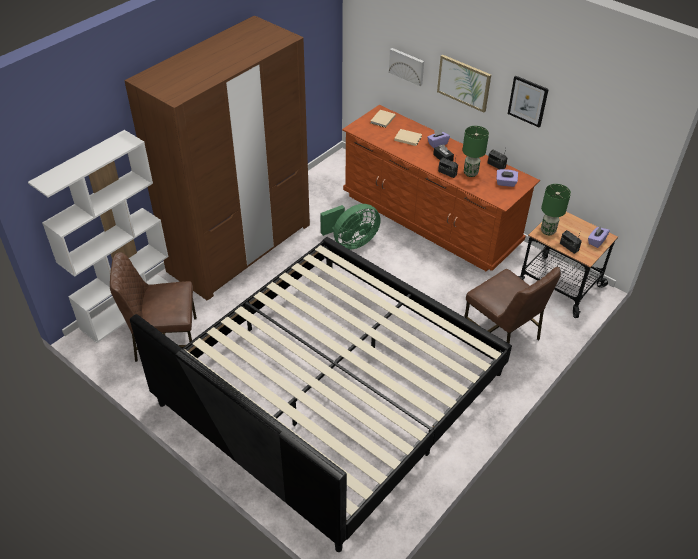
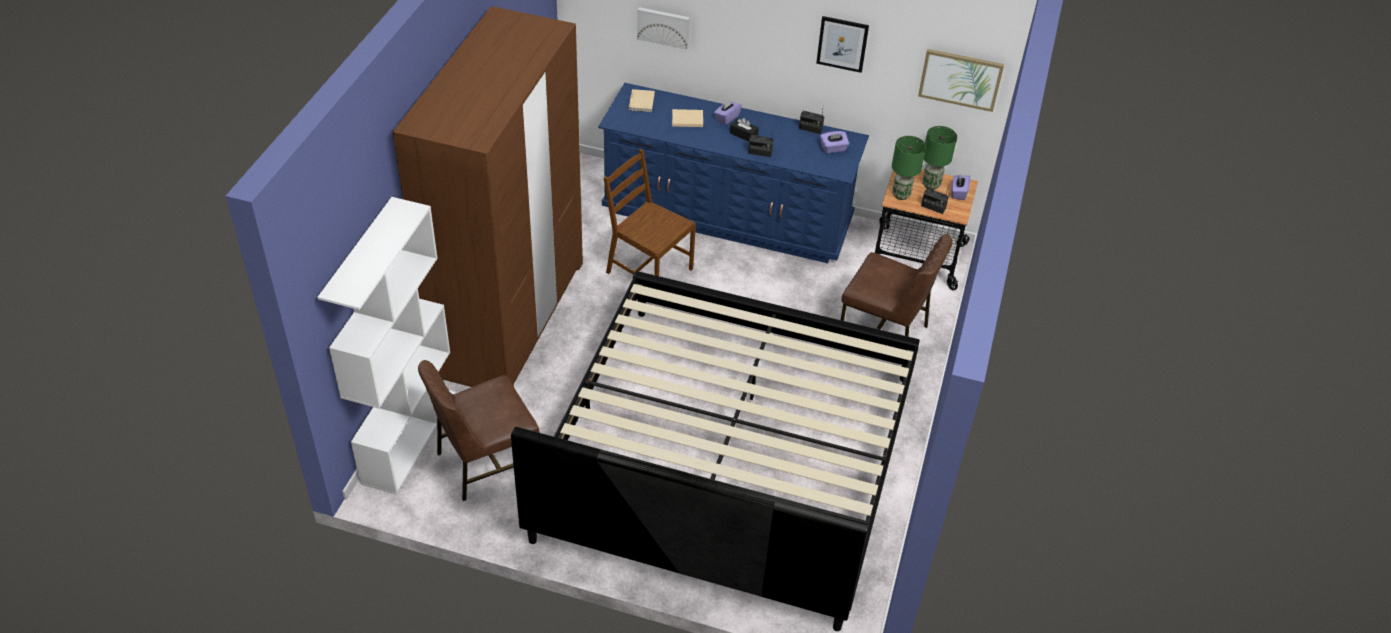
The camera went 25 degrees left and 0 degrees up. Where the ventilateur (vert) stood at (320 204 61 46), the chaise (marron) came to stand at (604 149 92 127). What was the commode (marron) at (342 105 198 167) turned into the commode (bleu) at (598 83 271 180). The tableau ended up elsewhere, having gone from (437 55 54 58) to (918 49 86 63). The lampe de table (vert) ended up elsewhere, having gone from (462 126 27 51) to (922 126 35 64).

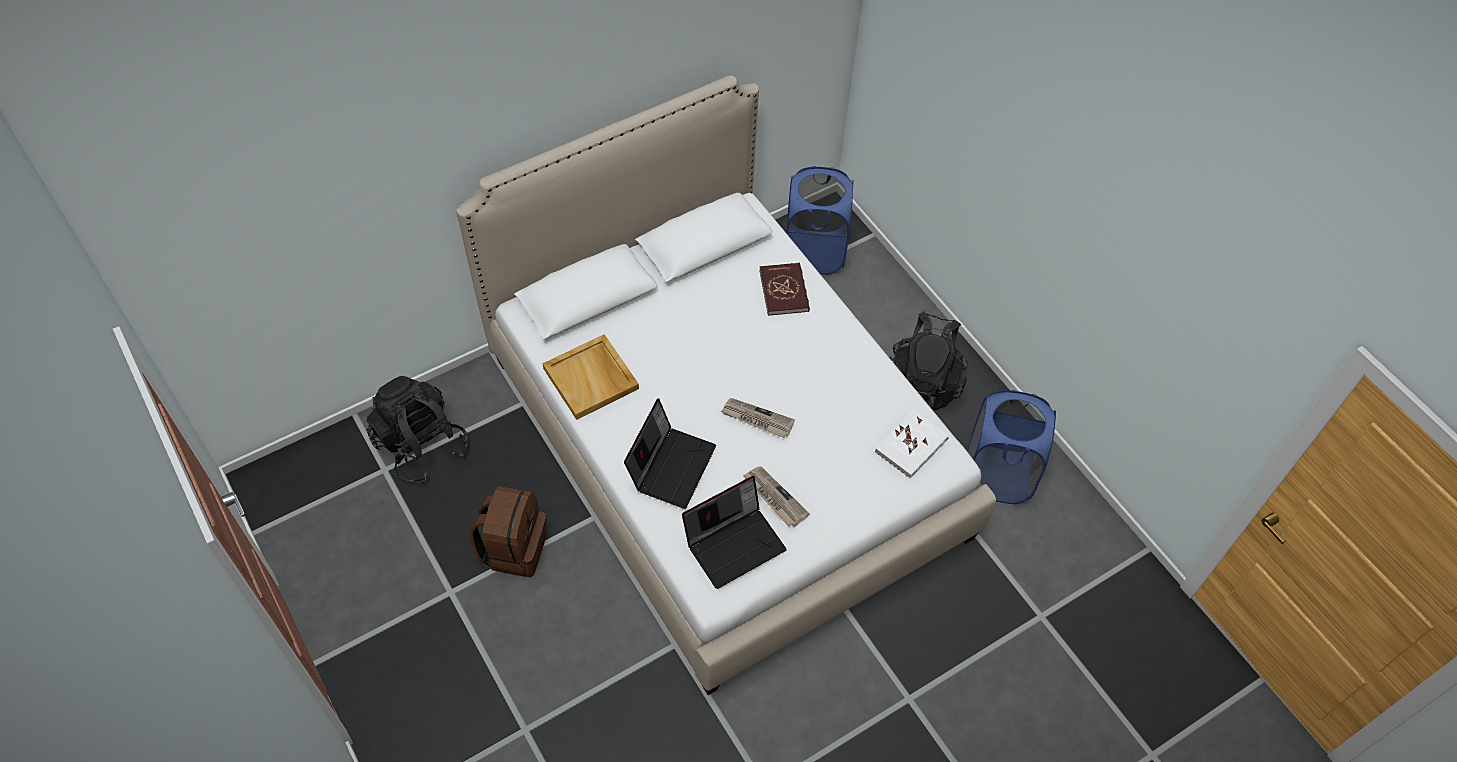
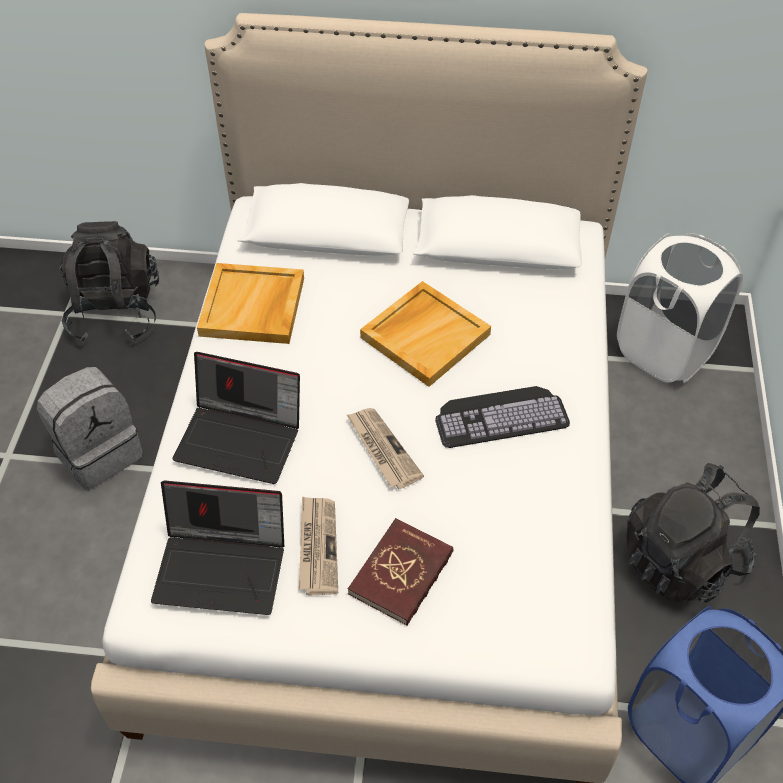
The camera went 40 degrees right and 5 degrees down. What was the sac à dos (marron) at (470 486 77 91) turned into the sac à dos (gris) at (37 367 106 123). The ordinateur portable at (624 398 92 111) ended up facing another way, 45 degrees clockwise from before. The livre (rouge) ended up elsewhere, having gone from (759 263 51 53) to (348 518 106 108). What was the panier à linge (bleu) at (786 166 68 109) turned into the panier à linge (blanc) at (617 233 126 150). The second view lost the livre (blanc) at (875 410 74 69). The second view gained the plateau (beige) at (360 281 131 106). The second view gained the clavier at (435 386 135 62).

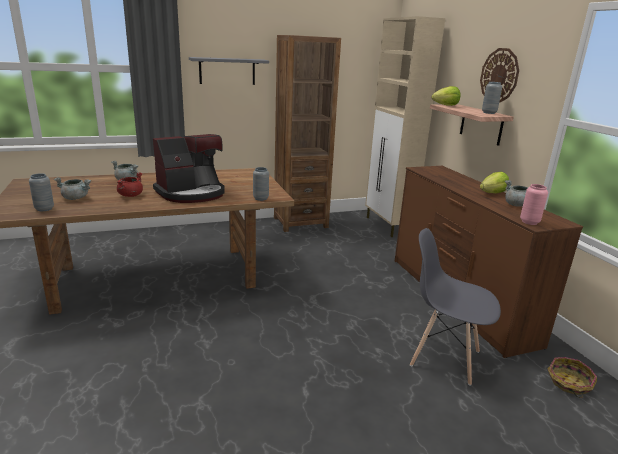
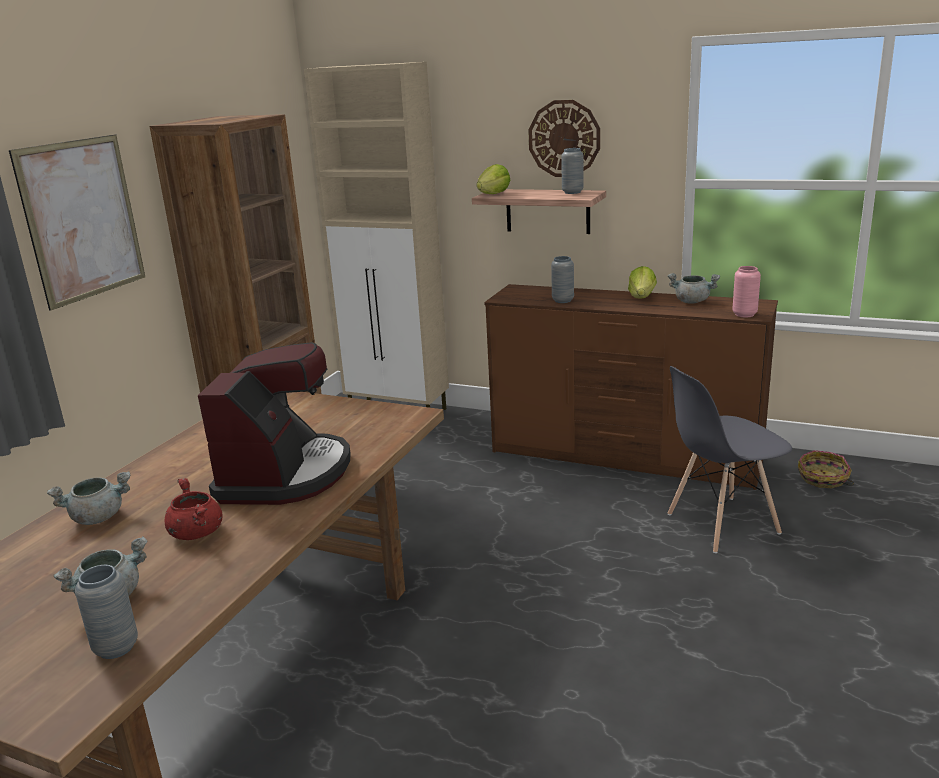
The camera went 45 degrees left and 0 degrees up. Where the étagère (gris) hung at (189 57 80 28), the tableau came to hang at (9 135 136 176). The vase (gris) ended up elsewhere, having gone from (253 167 16 34) to (551 256 23 47).

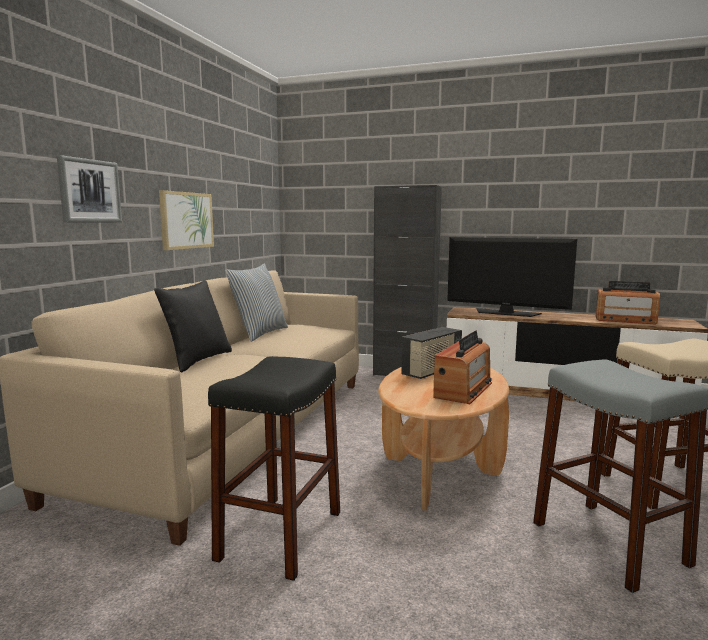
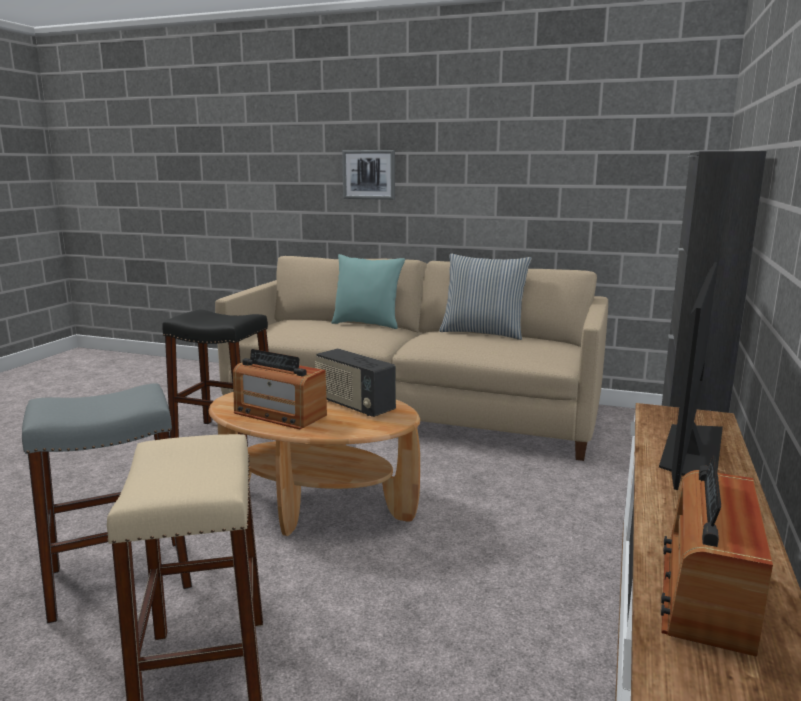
The camera went 90 degrees right and 5 degrees up. What was the coussin (noir) at (154 280 78 92) turned into the coussin (turquoise) at (331 254 74 75). The second view lost the tableau at (159 190 55 60).

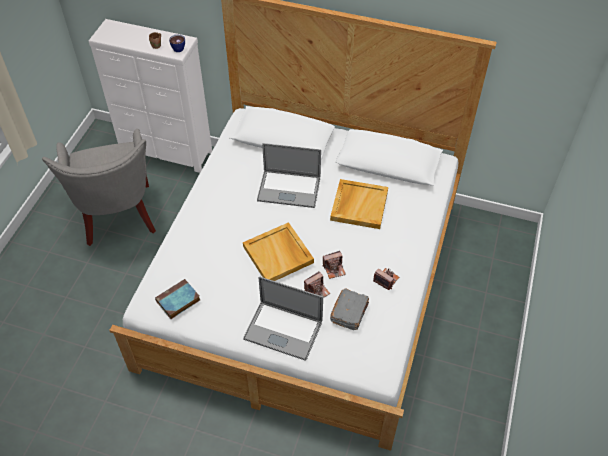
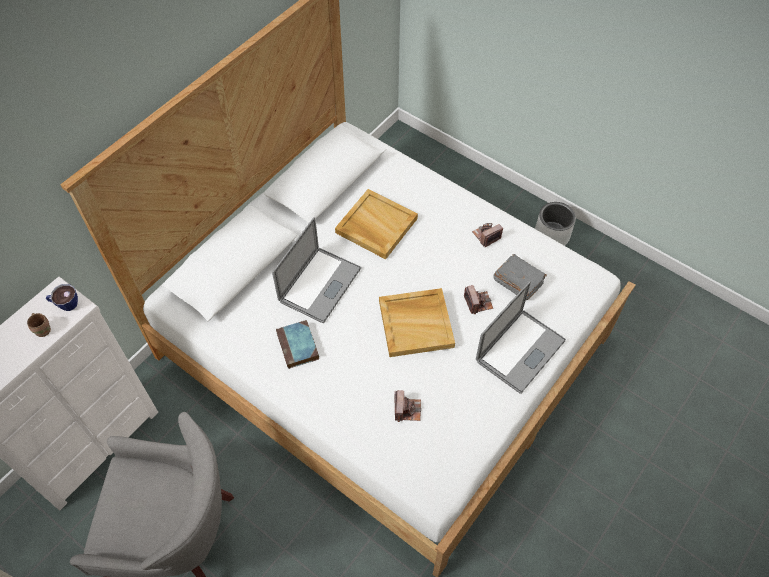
The camera went 70 degrees left and 5 degrees up. The livre ended up elsewhere, having gone from (155 279 45 40) to (276 320 43 49). The appareil photo ended up elsewhere, having gone from (323 251 23 28) to (395 390 26 32). The second view gained the cache-pot (gris) at (535 202 41 44).

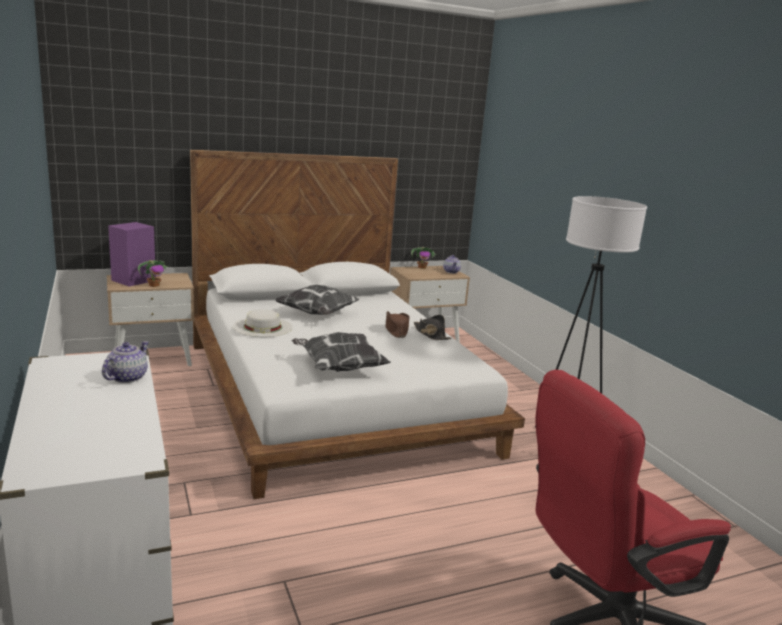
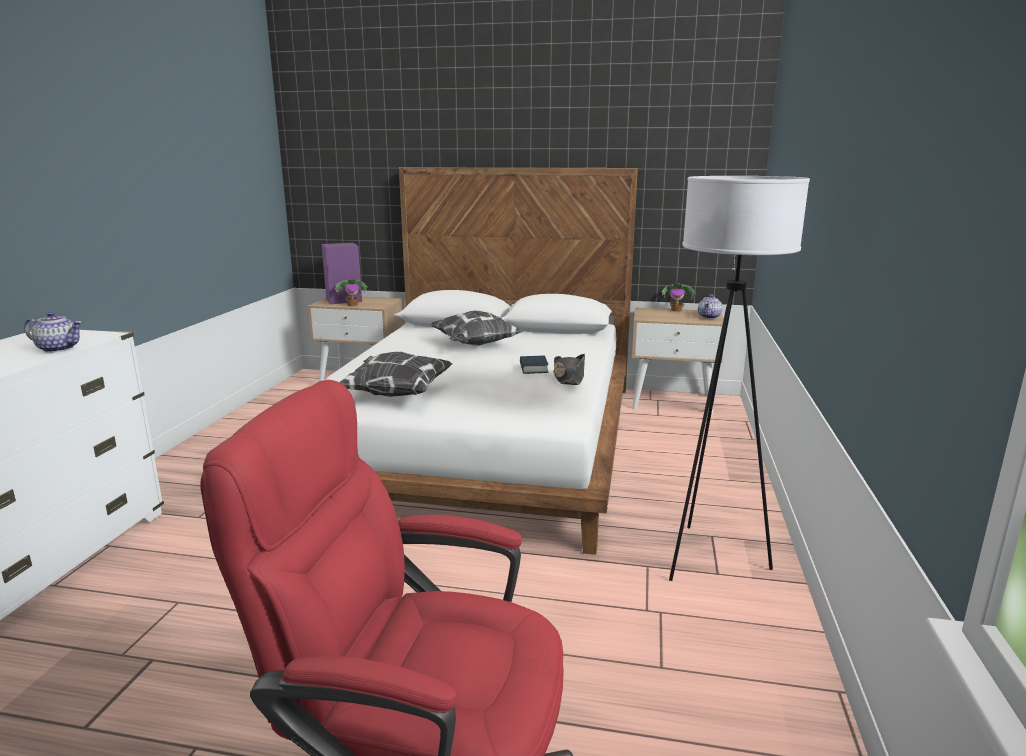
The camera went 35 degrees right and 0 degrees up. The théière at (102 341 47 42) ended up facing another way, 45 degrees clockwise from before. The second view lost the chapeau (blanc) at (233 309 60 28). Where the chapeau (marron) stood at (385 311 25 27), the livre came to stand at (520 356 29 18).

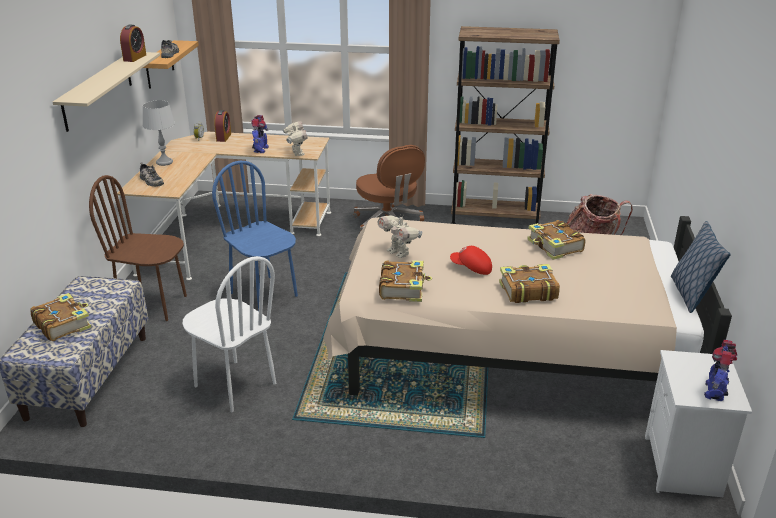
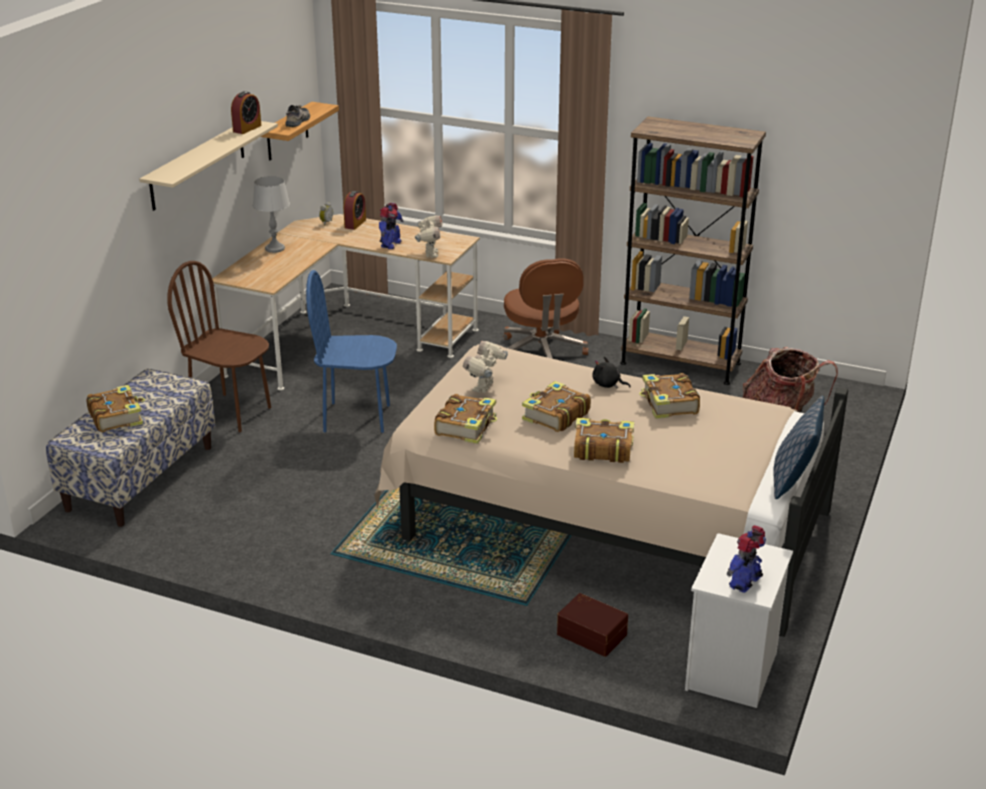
The camera went 15 degrees right and 0 degrees up. The second view lost the chaussure at (140 162 24 25). The second view lost the chaise (blanc) at (183 256 93 156). The chaise (bleu) at (212 161 86 150) ended up facing another way, 60 degrees counterclockwise from before. The robot jouet at (378 213 44 45) ended up facing another way, 45 degrees clockwise from before. Where the casquette (rouge) stood at (450 246 42 29), the livre came to stand at (522 381 69 51). The second view gained the boîte de rangement (marron) at (557 593 71 64). The second view gained the peluche (noir) at (592 357 38 32).

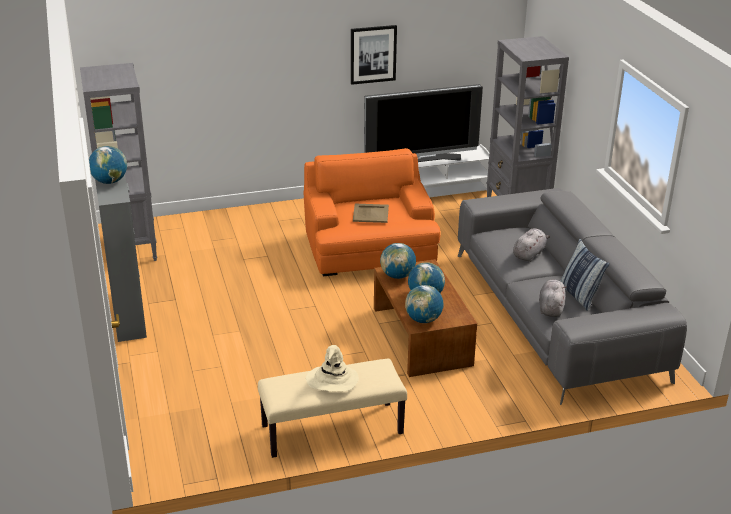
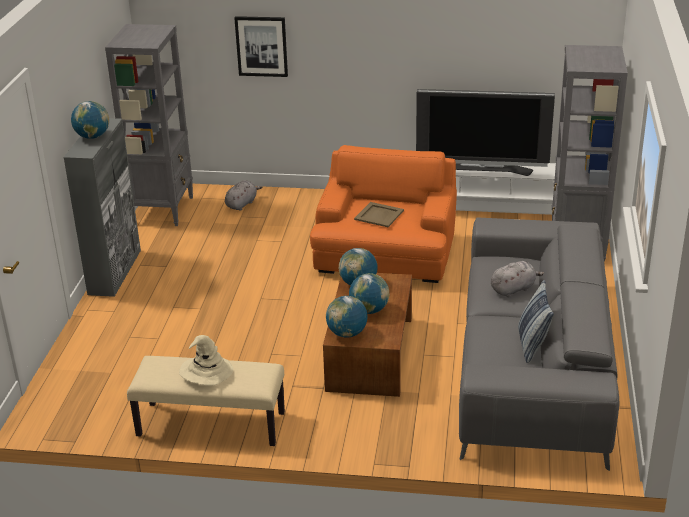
The camera went 25 degrees right and 0 degrees up. The tableau ended up elsewhere, having gone from (351 25 46 60) to (234 16 54 61). The peluche (gris) ended up elsewhere, having gone from (539 279 27 38) to (225 180 37 31).

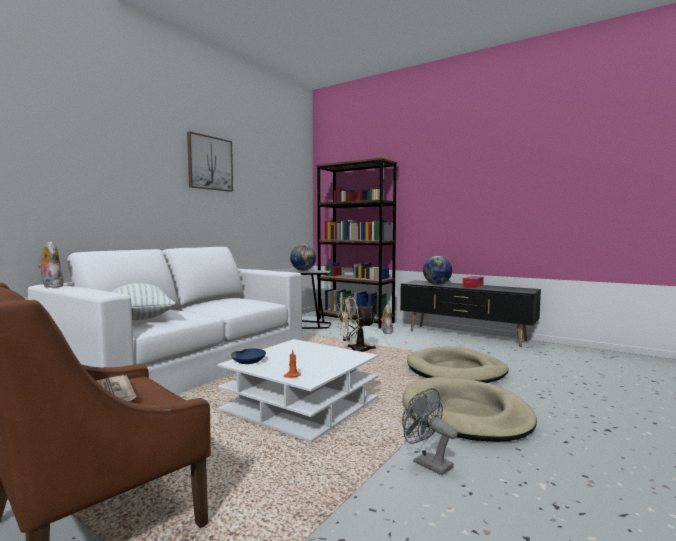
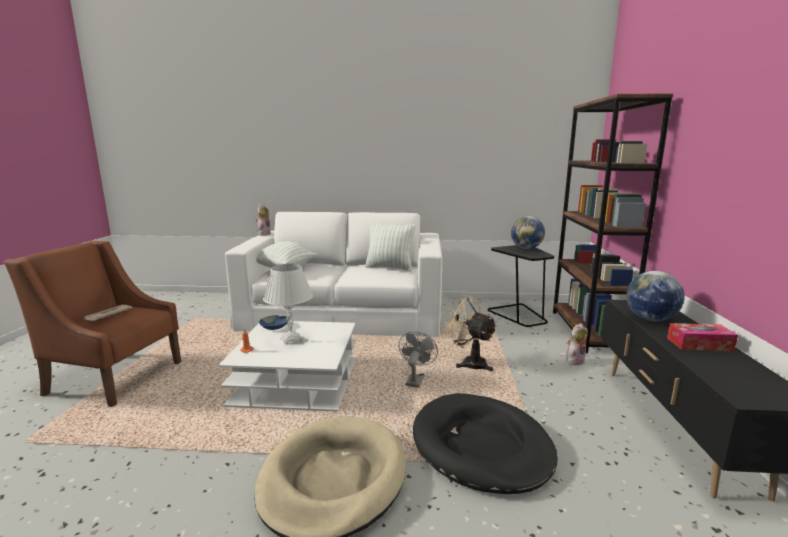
The camera went 60 degrees right and 10 degrees up. The second view lost the tableau at (187 131 46 61). The ventilateur (gris) ended up elsewhere, having gone from (402 388 56 87) to (398 331 40 57). What was the panier pour chien (beige) at (407 346 102 37) turned into the panier pour chien (noir) at (413 393 145 101). The second view gained the lampe de table (blanc) at (263 264 50 82). The second view gained the coussin at (365 222 50 49).

